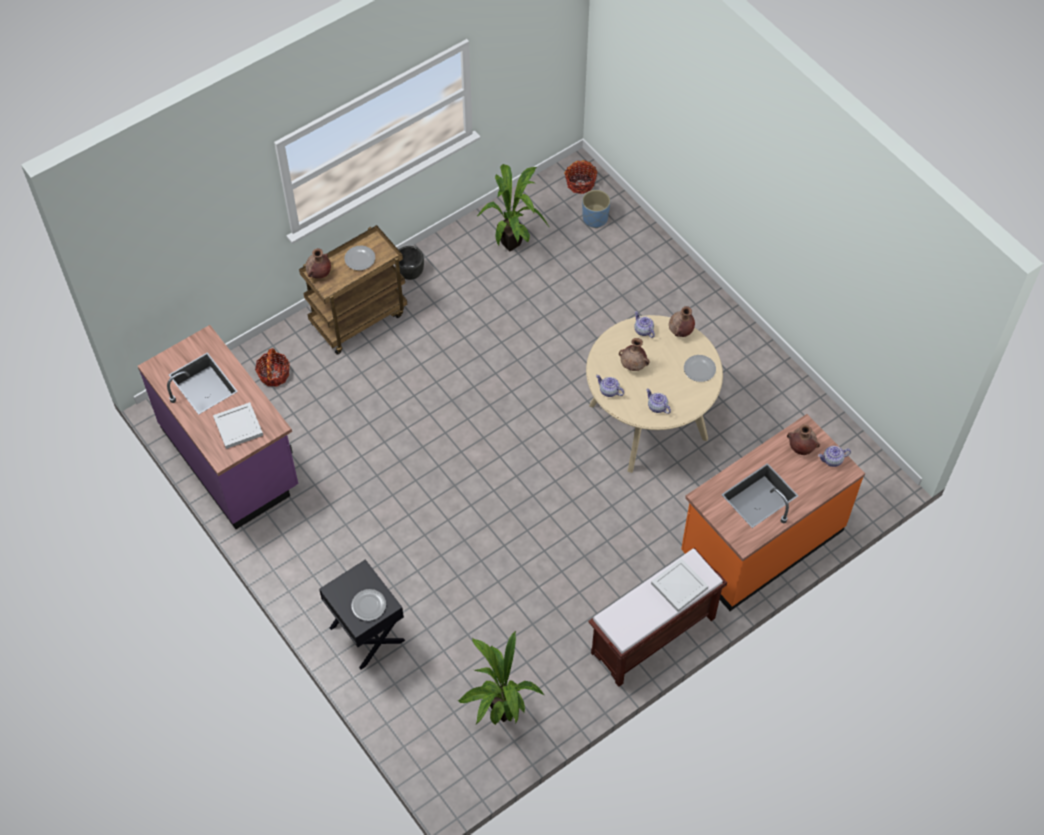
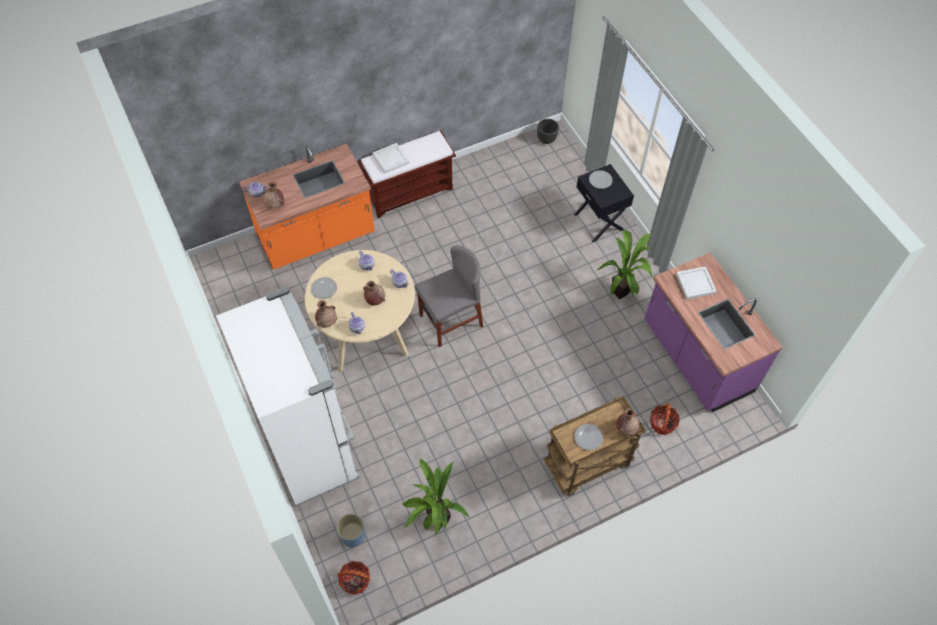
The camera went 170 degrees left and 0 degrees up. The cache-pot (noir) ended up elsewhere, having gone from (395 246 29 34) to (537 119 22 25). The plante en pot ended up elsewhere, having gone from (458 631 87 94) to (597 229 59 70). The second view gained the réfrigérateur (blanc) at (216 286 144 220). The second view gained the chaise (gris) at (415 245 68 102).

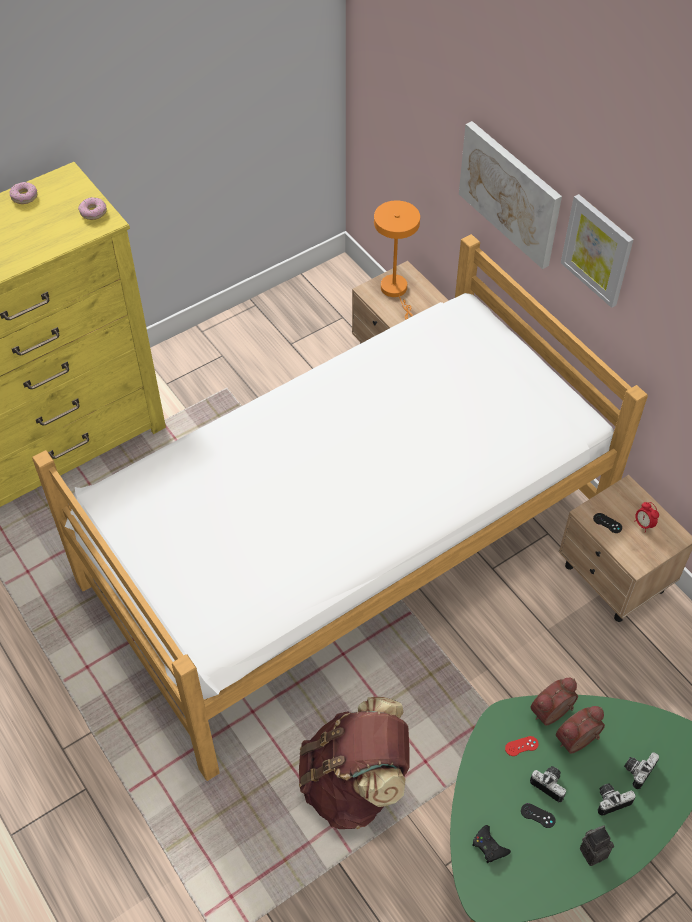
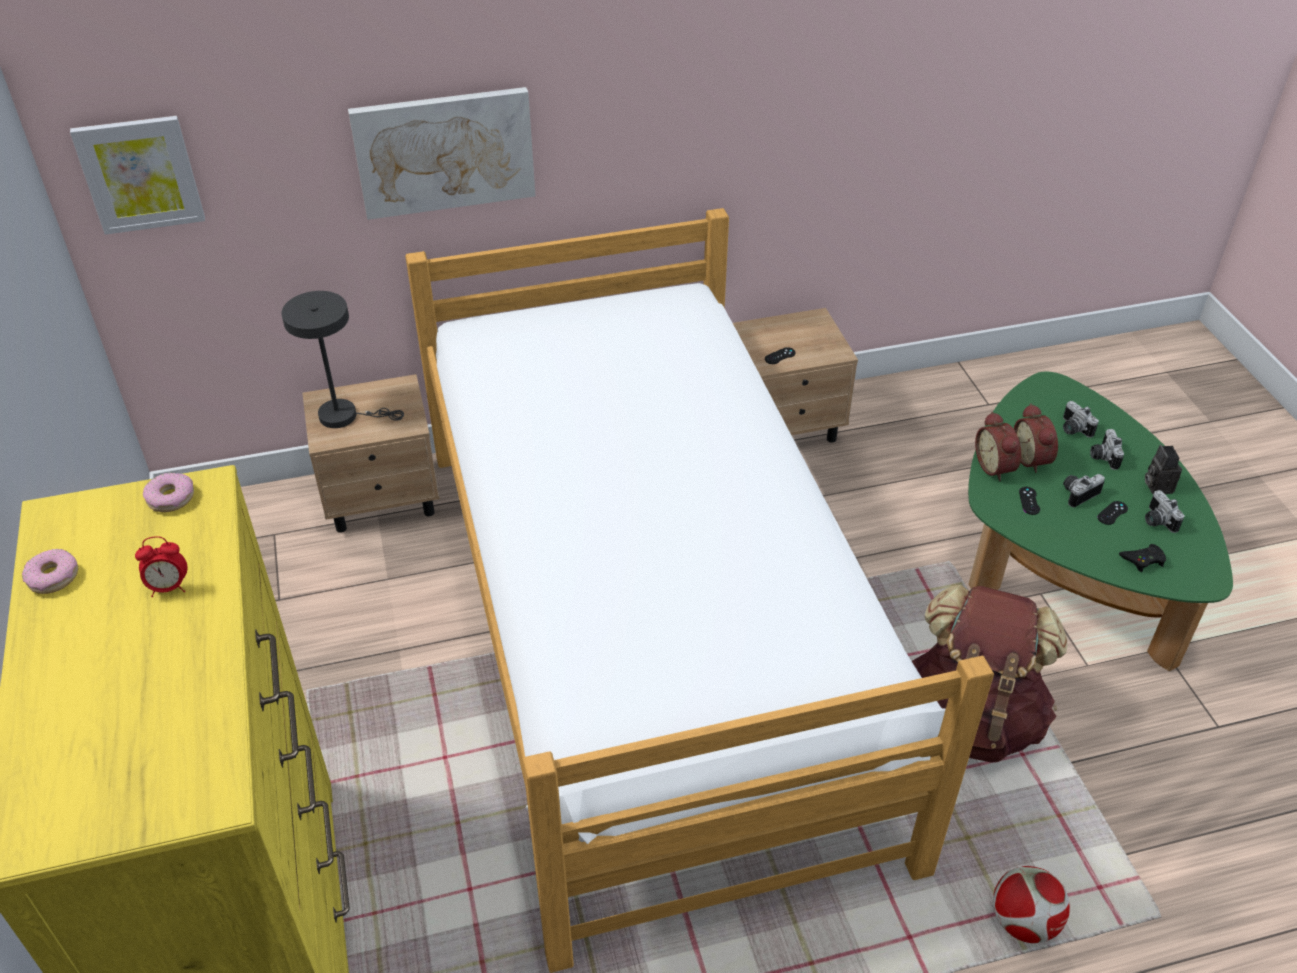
The camera went 70 degrees left and 10 degrees down. What was the lampe de table (orange) at (374 200 46 119) turned into the lampe de table (gris) at (281 291 123 137). What was the manette (rouge) at (505 736 34 20) turned into the manette (noir) at (1019 487 21 28). The tableau ended up elsewhere, having gone from (561 194 73 114) to (70 116 135 119). The réveil ended up elsewhere, having gone from (635 502 24 31) to (135 536 53 61). The second view gained the ballon de foot at (993 866 77 77). The second view gained the appareil photo at (1145 490 40 43).

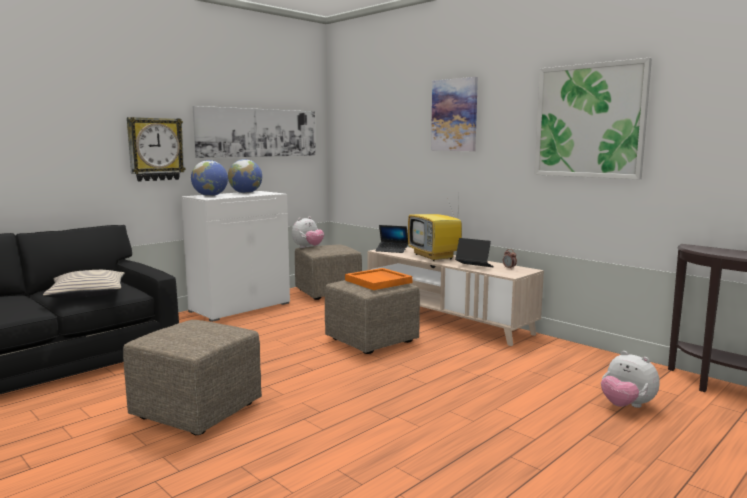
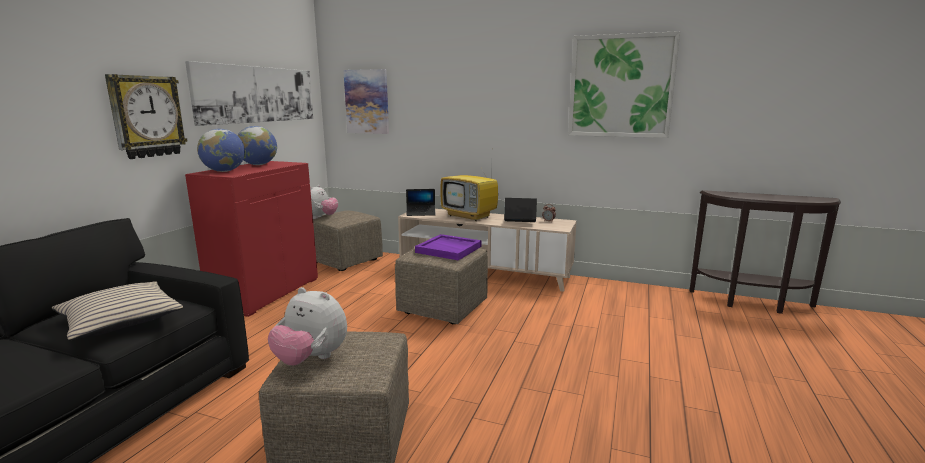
The camera went 25 degrees left and 5 degrees up. What was the meuble de rangement (blanc) at (181 191 109 131) turned into the meuble de rangement (rouge) at (185 161 133 156). What was the plateau (orange) at (345 268 68 22) turned into the plateau (violet) at (415 234 66 27). The tableau ended up elsewhere, having gone from (431 77 47 74) to (343 69 46 65). The peluche ended up elsewhere, having gone from (601 351 59 57) to (268 287 79 79).

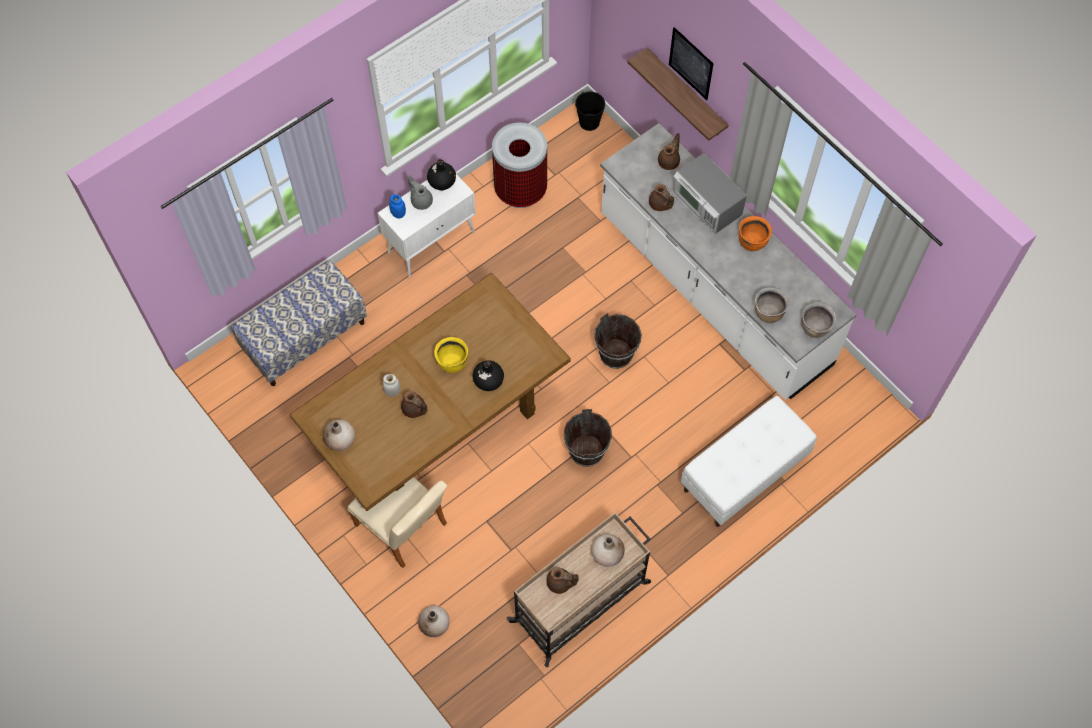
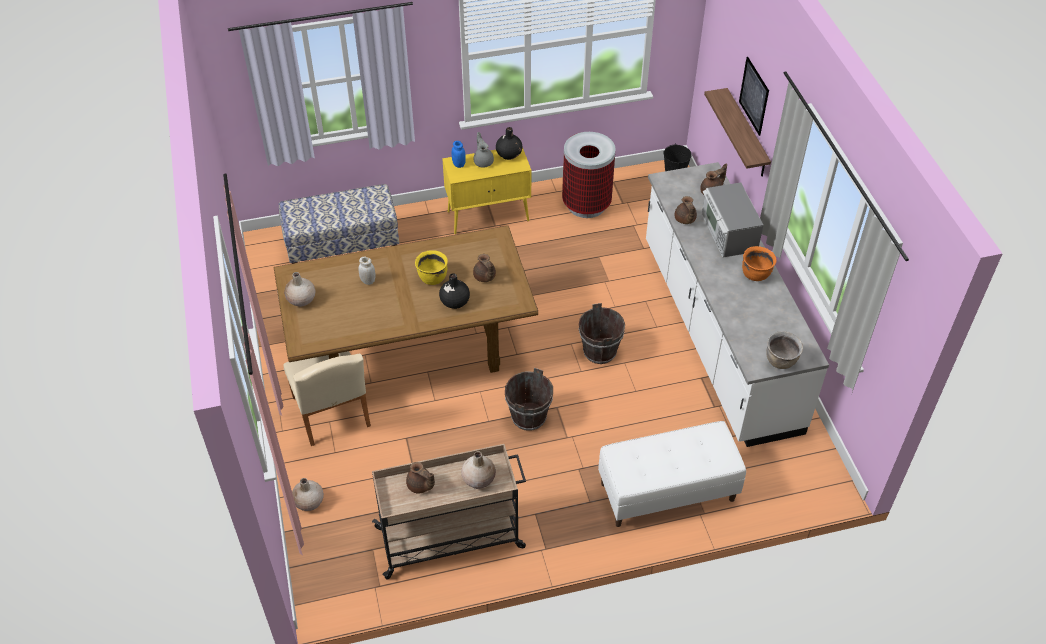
The camera went 25 degrees right and 15 degrees down. What was the meuble de rangement (blanc) at (378 174 98 103) turned into the meuble de rangement (jaune) at (442 148 89 86). The théière (marron) ended up elsewhere, having gone from (401 391 26 27) to (473 254 23 28). The second view lost the marmite (marron) at (755 287 34 36).

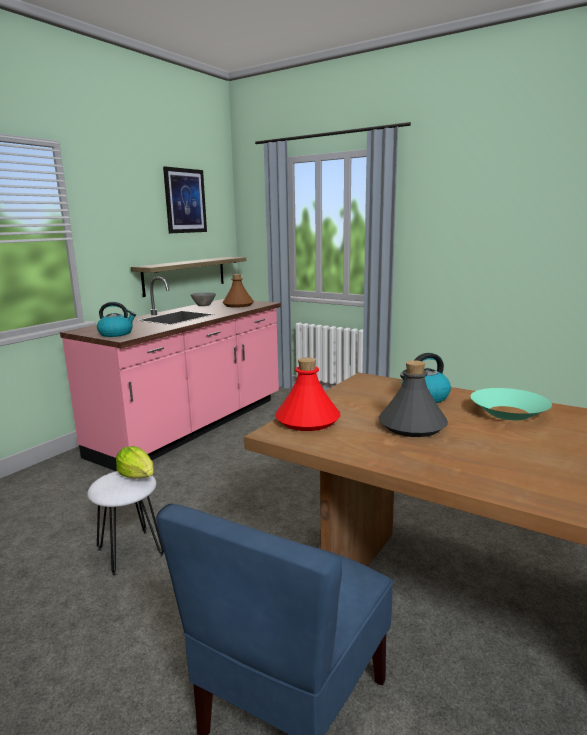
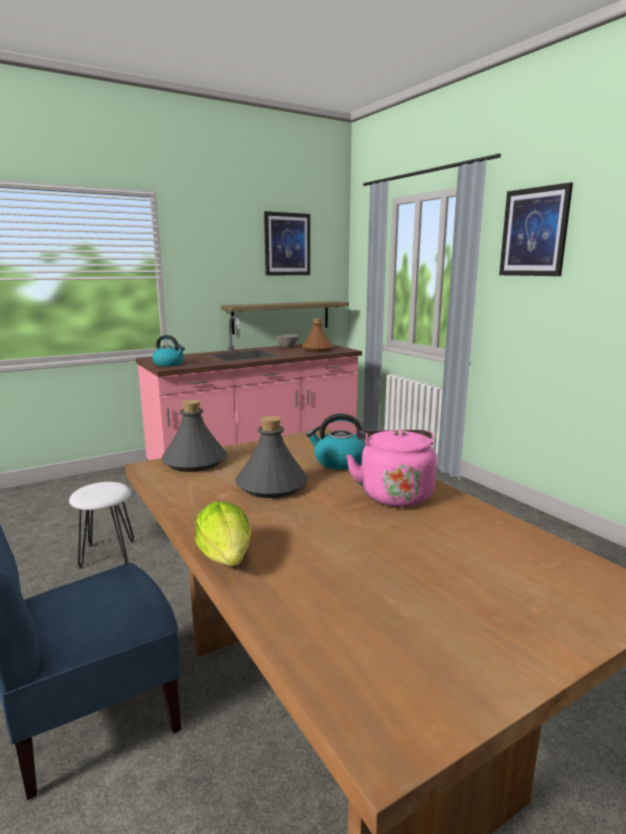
The camera went 25 degrees right and 0 degrees up. The laitue ended up elsewhere, having gone from (116 446 38 32) to (195 502 56 64). What was the bouteille (rouge) at (275 357 65 74) turned into the bouteille (gris) at (161 400 66 72). Where the bol (turquoise) stood at (470 388 82 32), the bouilloire (rose) came to stand at (346 429 90 78). The second view gained the tableau at (499 182 74 94).

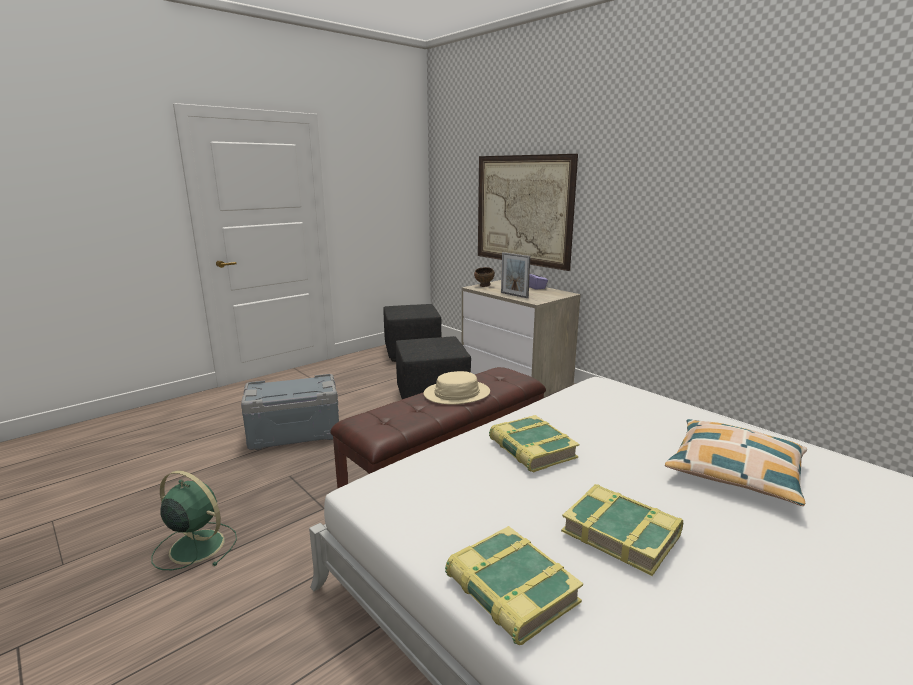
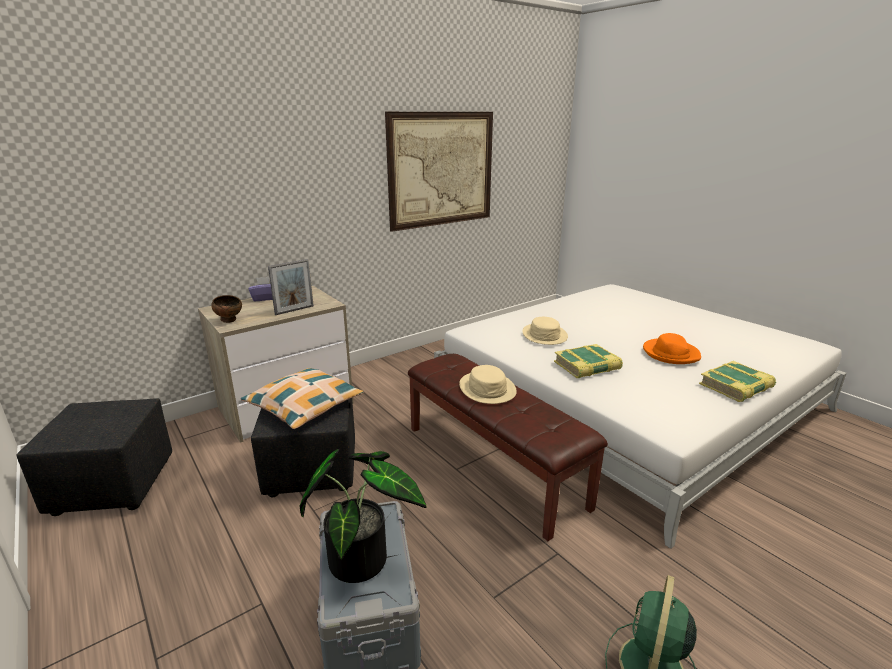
The camera went 85 degrees left and 5 degrees up. The tableau ended up elsewhere, having gone from (478 154 100 117) to (385 112 108 120). Where the livre stood at (561 484 122 92), the chapeau (orange) came to stand at (643 333 58 31). The coussin ended up elsewhere, having gone from (665 419 142 87) to (241 368 123 61). The second view gained the plante en pot at (299 449 128 134). The second view gained the chapeau (beige) at (522 317 46 28).

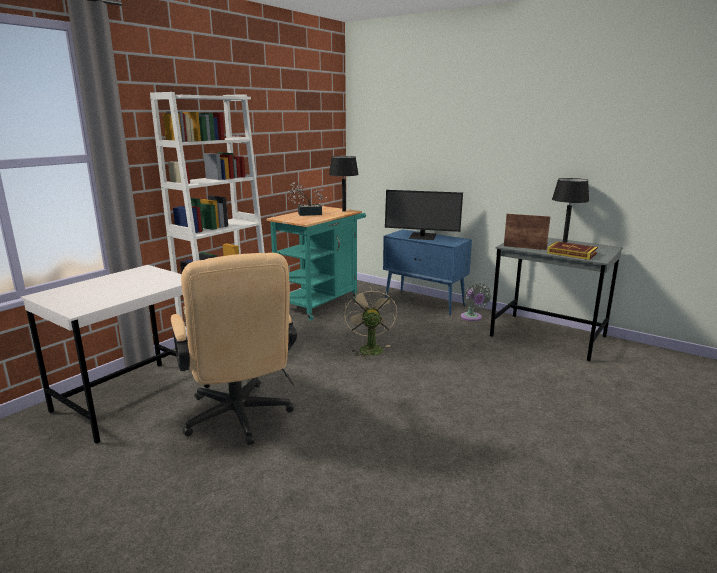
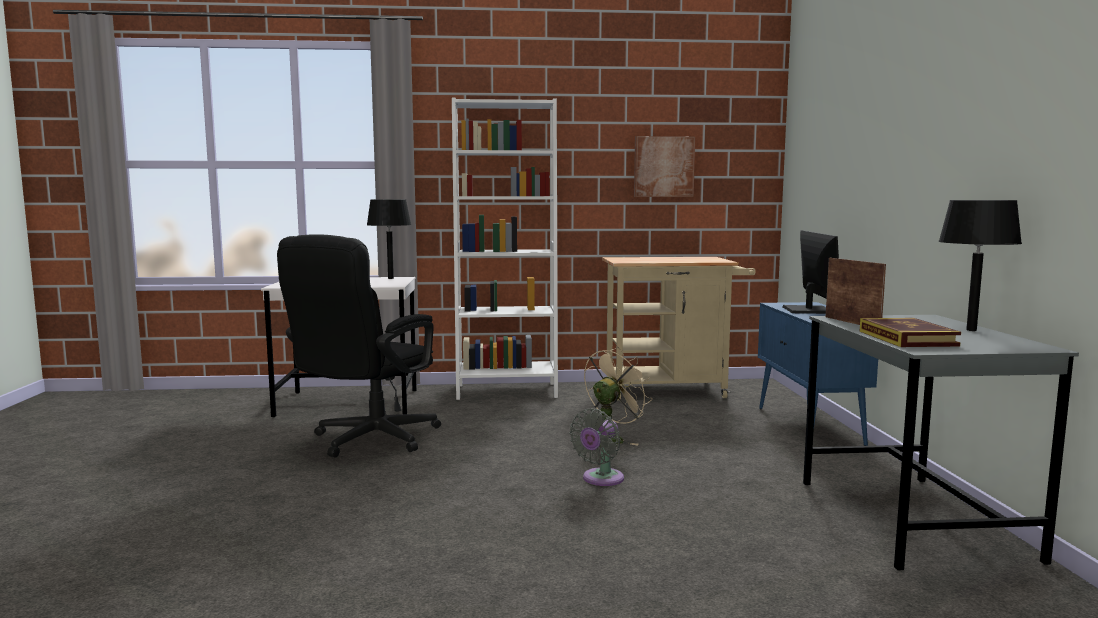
The camera went 50 degrees right and 10 degrees down. What was the chaise de bureau (beige) at (171 253 126 192) turned into the chaise de bureau (noir) at (277 234 164 224). What was the chariot (turquoise) at (266 206 100 115) turned into the chariot (beige) at (602 257 154 143). The second view lost the plante en pot at (288 182 39 34). The lampe de table (noir) ended up elsewhere, having gone from (329 156 30 56) to (367 199 44 80). The écran d'ordinateur at (385 190 78 50) ended up facing another way, 150 degrees counterclockwise from before. The ventilateur (gris) ended up elsewhere, having gone from (461 283 30 38) to (569 409 55 77). The second view gained the tableau at (634 136 61 61).

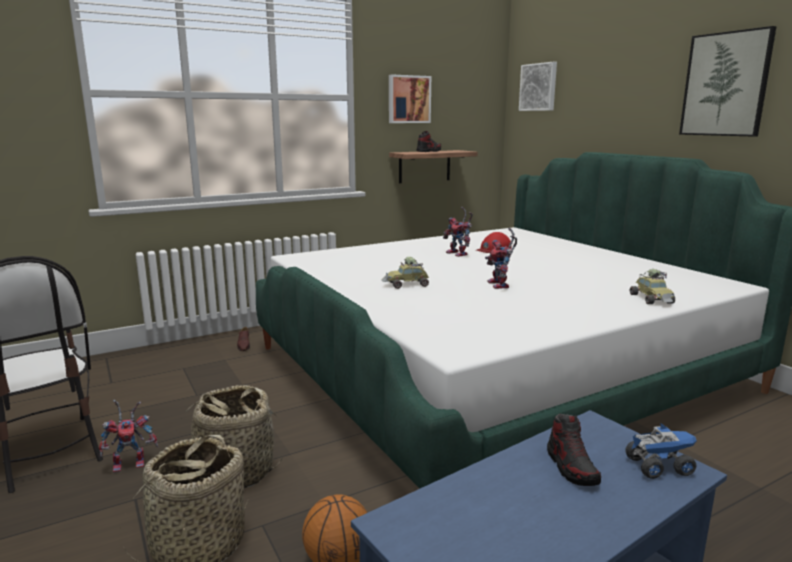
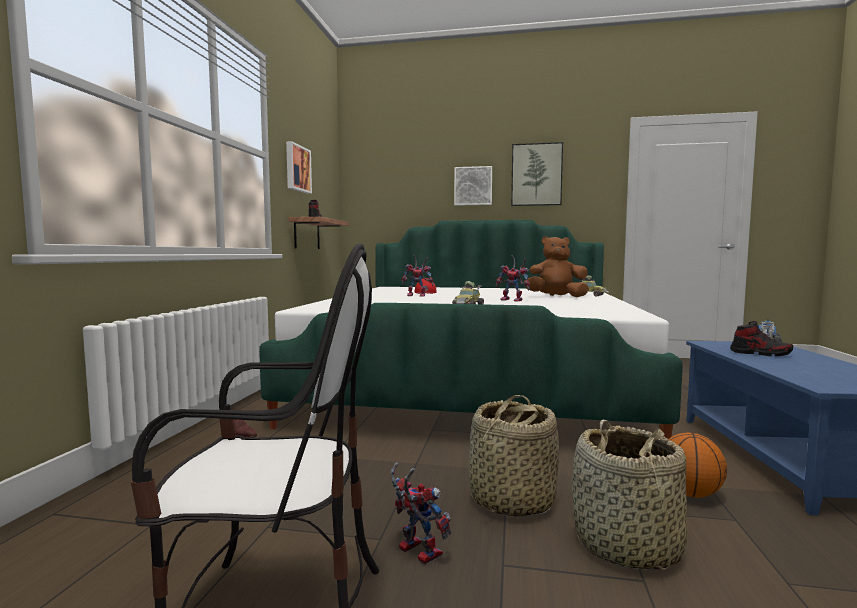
The camera went 50 degrees left and 10 degrees down. The robot jouet at (99 400 59 73) ended up facing another way, 60 degrees counterclockwise from before. The tableau ended up elsewhere, having gone from (519 62 38 49) to (454 166 38 40). The second view gained the peluche (marron) at (524 236 65 61).

